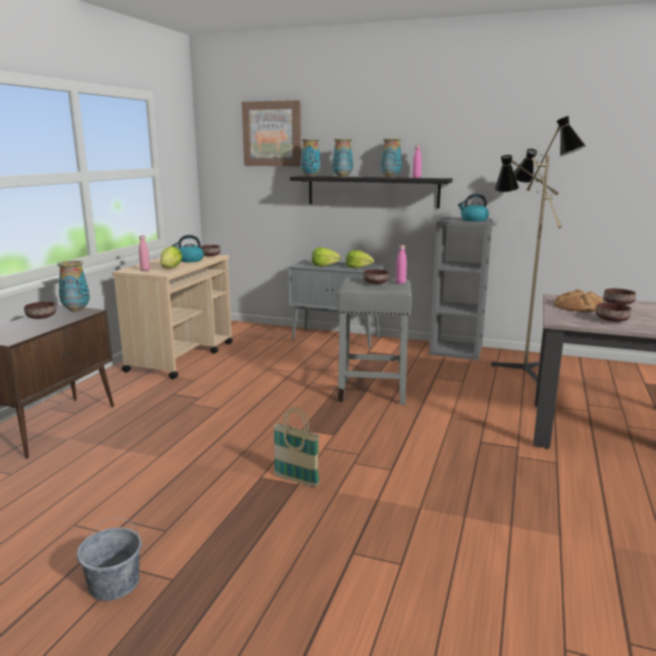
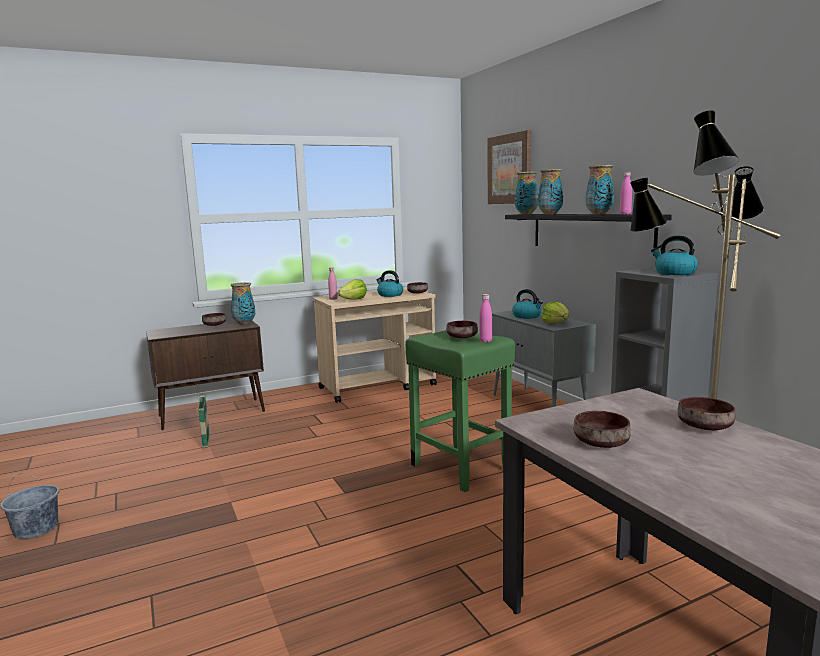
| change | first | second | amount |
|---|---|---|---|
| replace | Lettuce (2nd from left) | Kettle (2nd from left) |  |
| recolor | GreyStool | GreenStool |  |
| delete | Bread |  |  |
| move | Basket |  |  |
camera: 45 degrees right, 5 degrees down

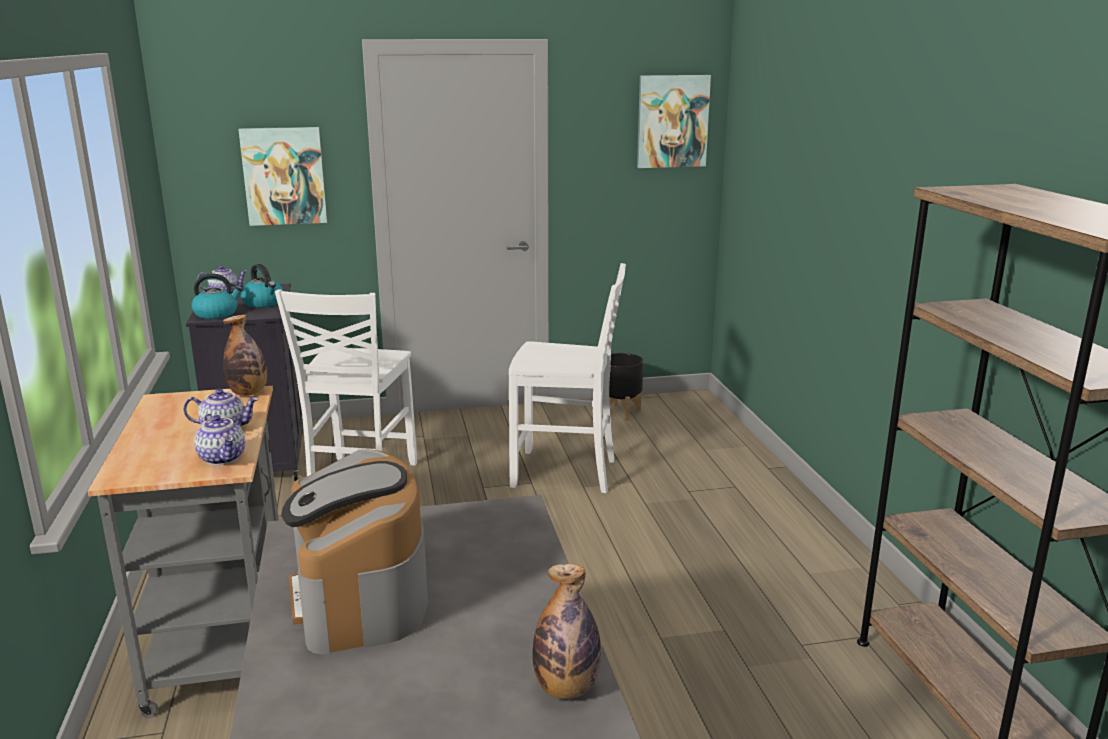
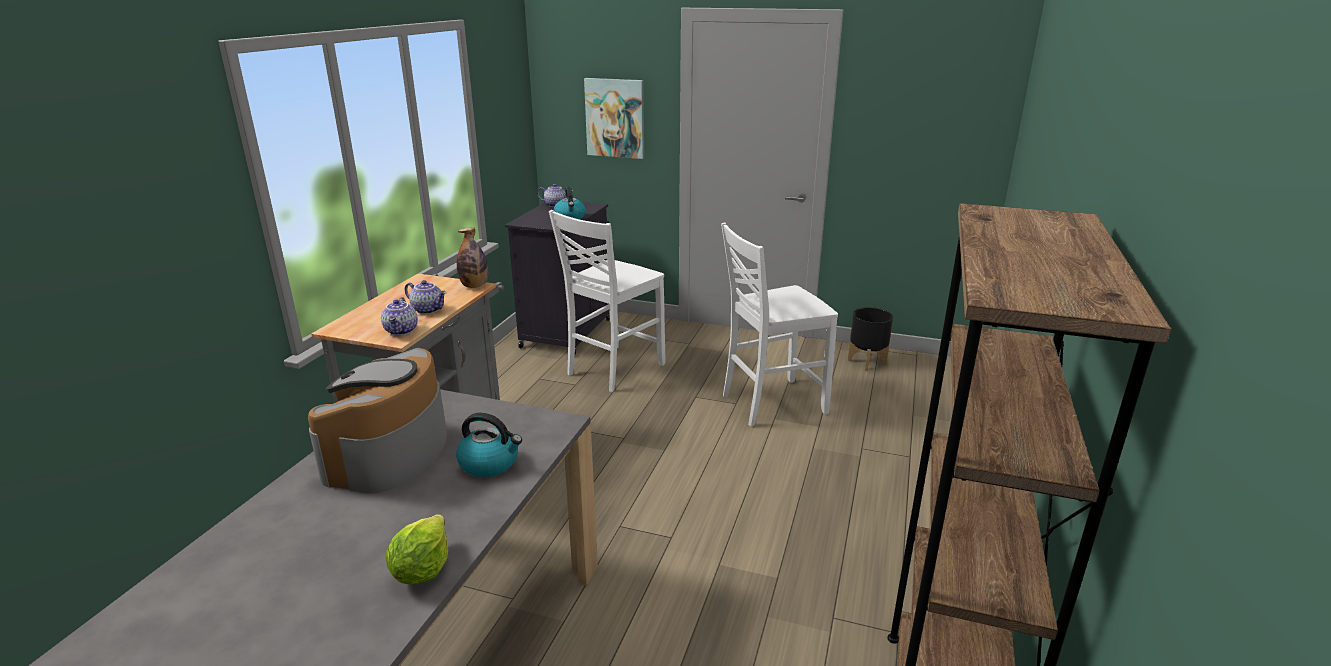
| change | first | second | amount |
|---|---|---|---|
| delete | Picture (2nd from left) |  |  |
| rotate | WhiteChair (2nd from left) |  | 120 degrees clockwise |
| move | Kettle (1st from left) |  |  |
| replace | Bottle (2nd from left) | Lettuce |  |
camera: 30 degrees right, 5 degrees up

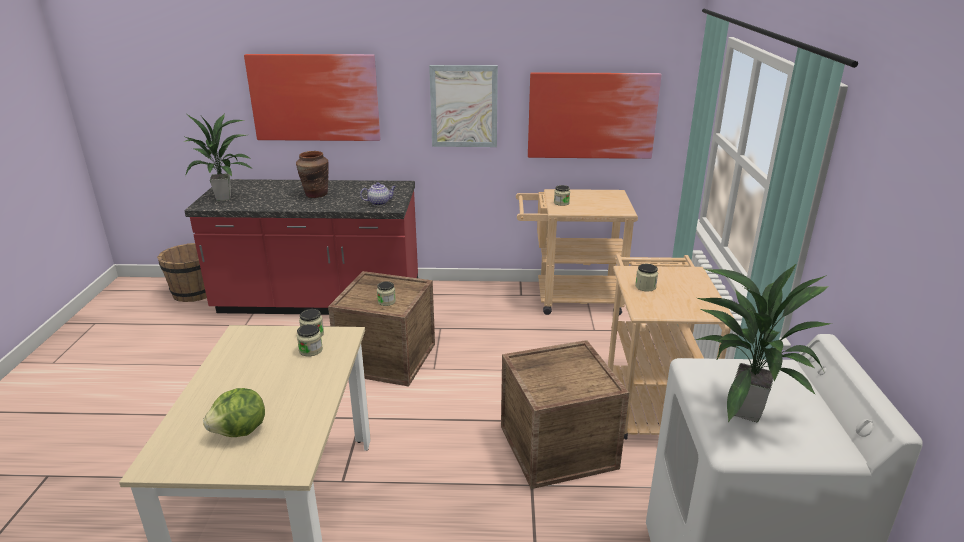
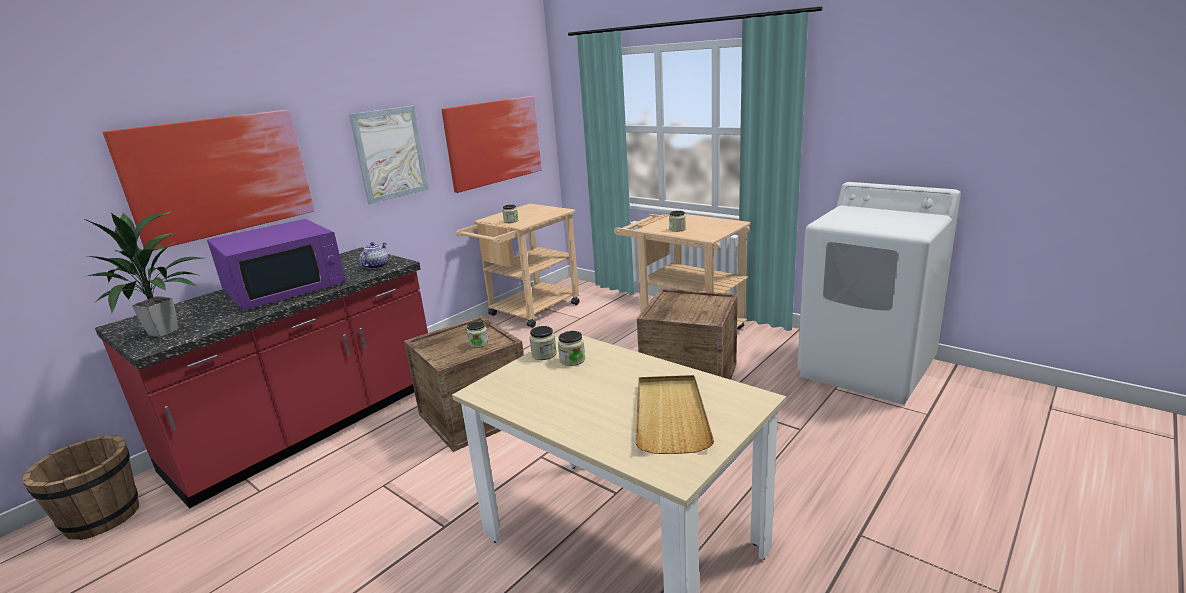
| change | first | second | amount |
|---|---|---|---|
| replace | BrownVase | PurpleMicrowave |  |
| delete | PottedPlant (2nd from left) |  |  |
| replace | Lettuce | BeigeTray |  |
camera: 50 degrees left, 5 degrees down

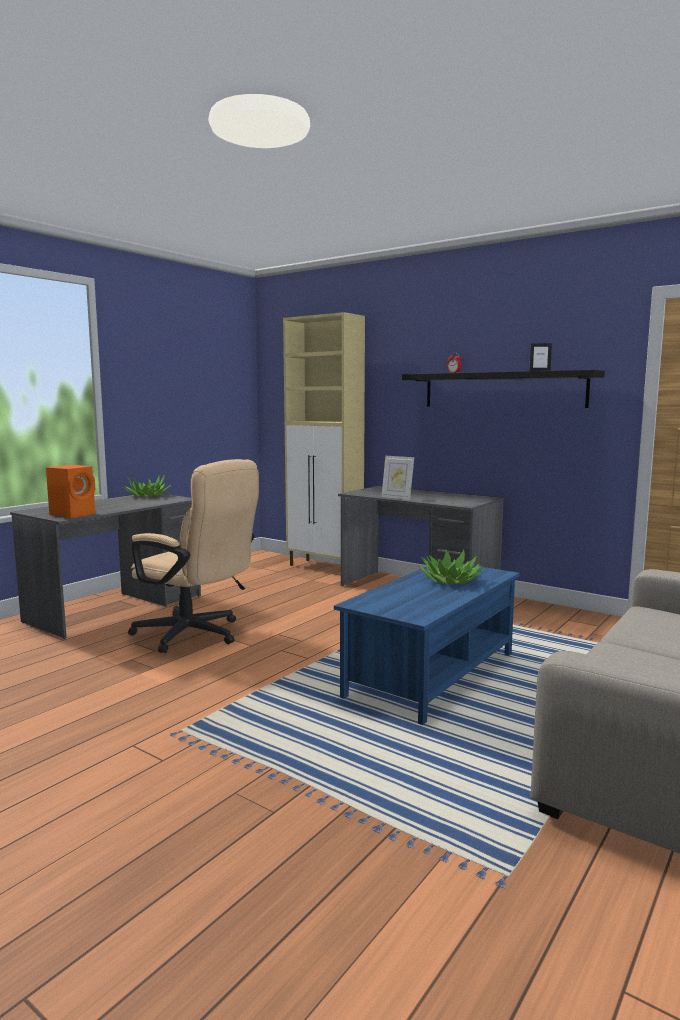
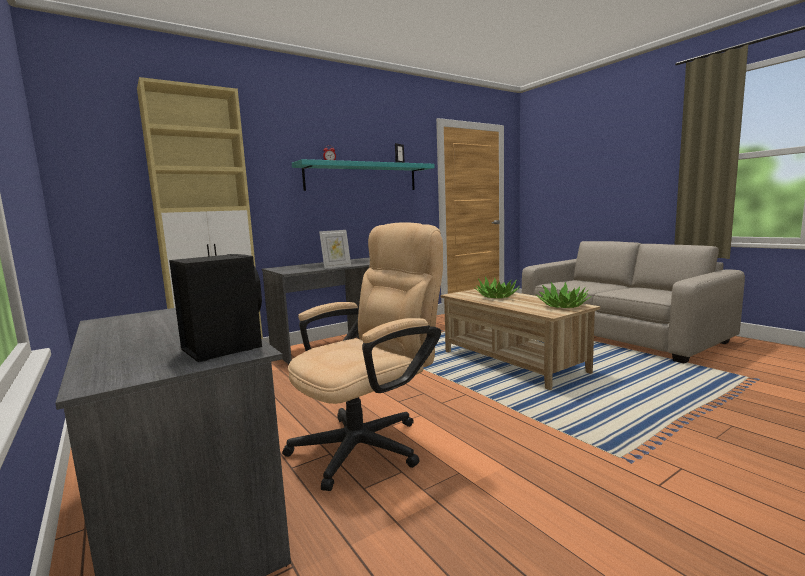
| change | first | second | amount |
|---|---|---|---|
| recolor | BlackShelf | TurquoiseShelf |  |
| recolor | OrangeSpeaker | BlackSpeaker |  |
| move | PottedPlant (1st from left in the first image) | PottedPlant (2nd from left) |  |
| recolor | BlueCoffeeTable | BeigeCoffeeTable |  |
camera: 70 degrees left, 0 degrees up

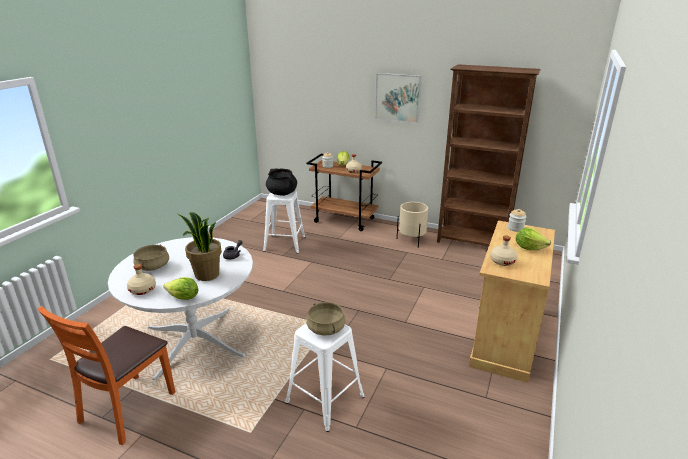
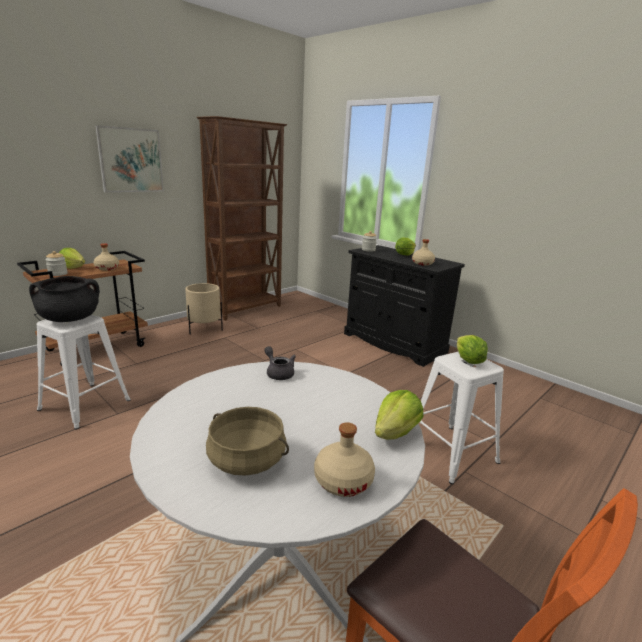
| change | first | second | amount |
|---|---|---|---|
| delete | PottedPlant |  |  |
| recolor | BeigeCabinet | BlackCabinet |  |
| replace | BeigeCookingPot (2nd from left) | Lettuce (4th from left) |  |
camera: 70 degrees left, 5 degrees down

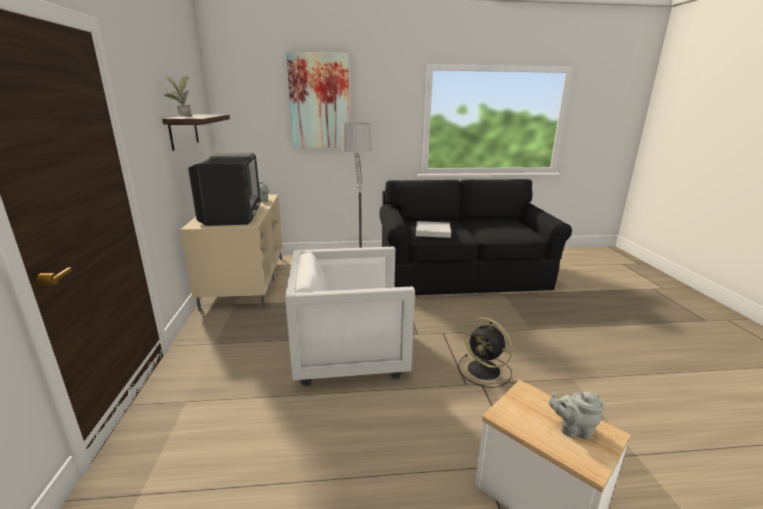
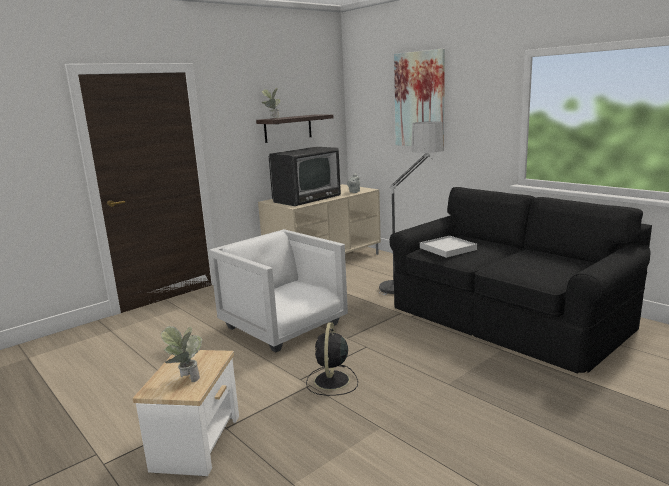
| change | first | second | amount |
|---|---|---|---|
| replace | GreyTeapot (2nd from left) | PottedPlant (1st from left) |  |
camera: 55 degrees right, 5 degrees down

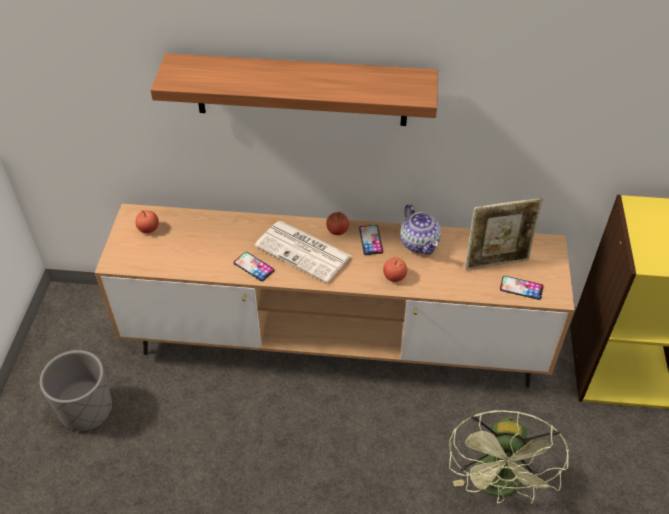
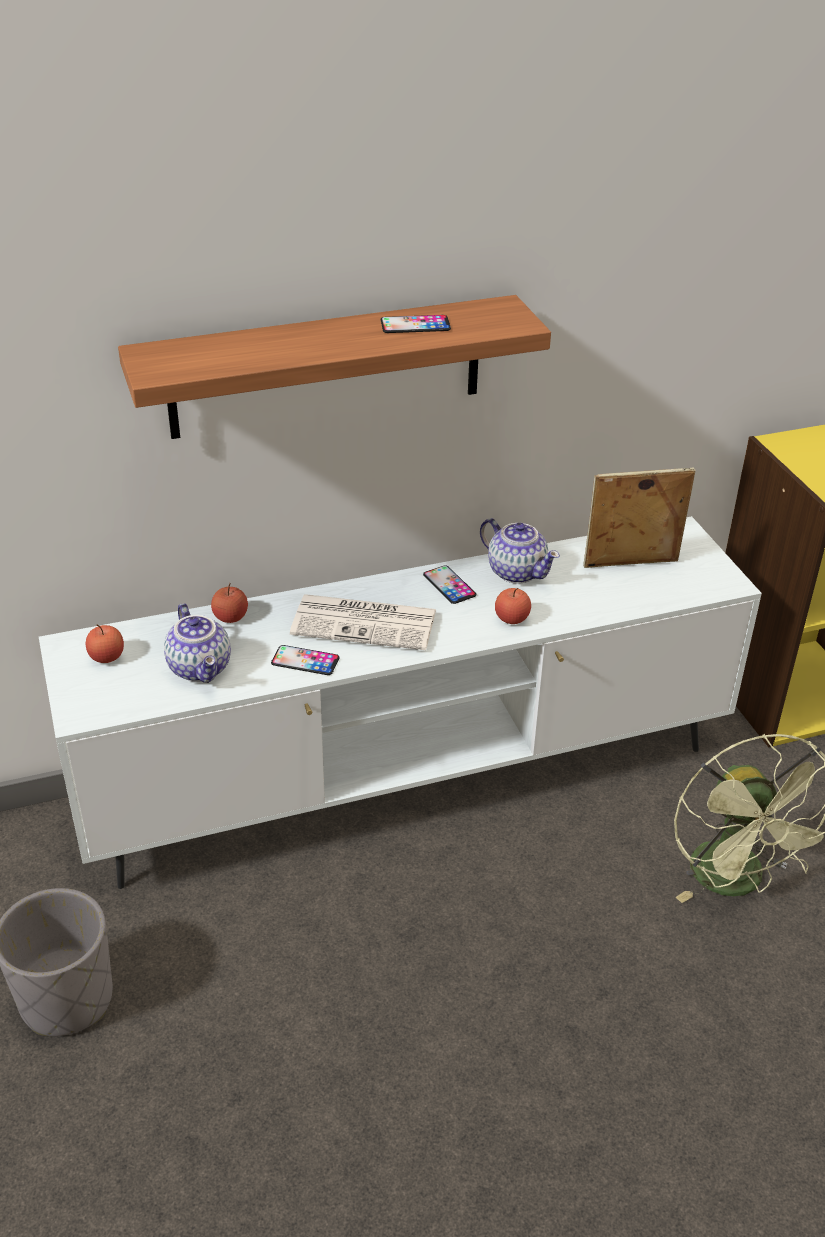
| change | first | second | amount |
|---|---|---|---|
| rotate | PictureFrame |  | 150 degrees counterclockwise |
| recolor | BrownTvStand | WhiteTvStand |  |
| move | Apple (2nd from left) |  |  |
| move | Phone (3rd from left in the first image) | Phone (2nd from left) |  |
| insert |  | Teapot (1st from left) |  |
camera: 25 degrees left, 10 degrees down

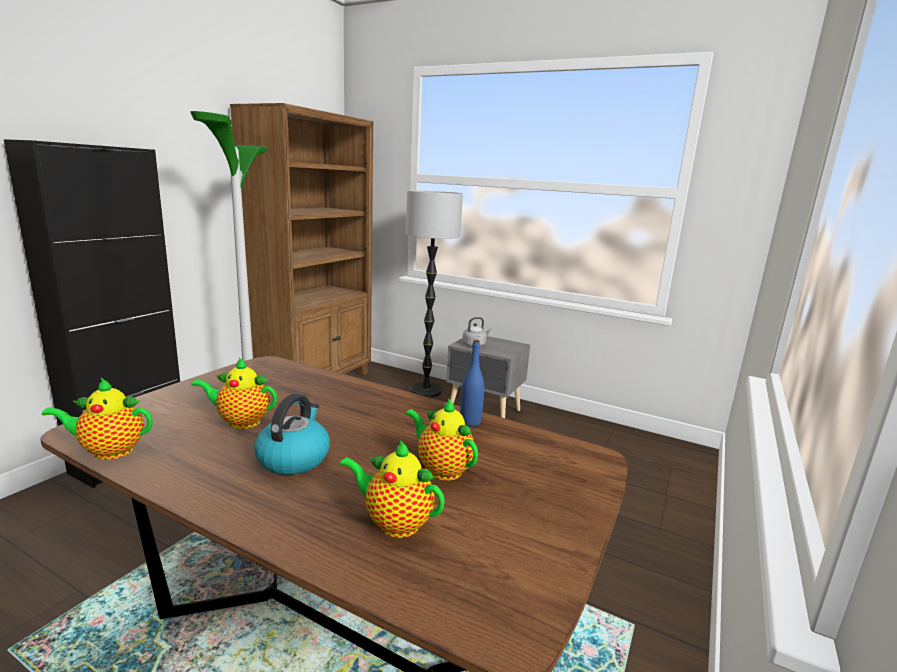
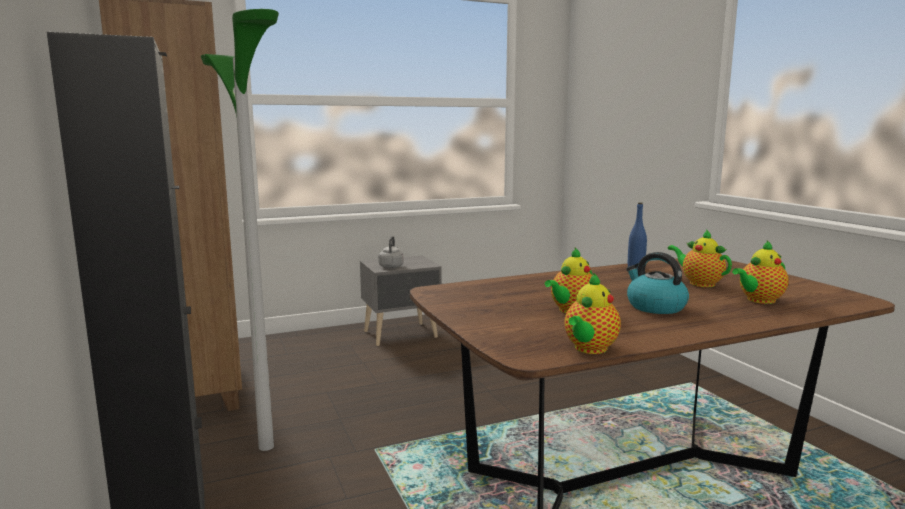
| change | first | second | amount |
|---|---|---|---|
| delete | FloorLamp (2nd from left) |  |  |
| rotate | Teapot (4th from left in the first image) | Teapot (3rd from left) | 60 degrees clockwise |
camera: 50 degrees left, 5 degrees down

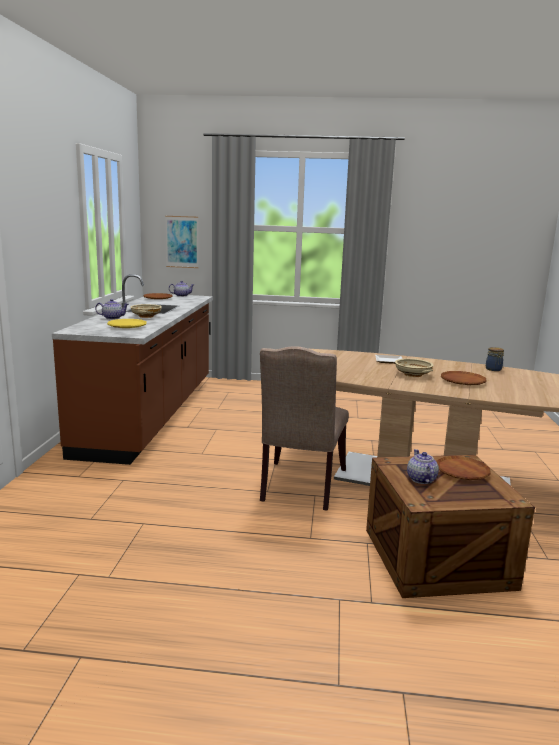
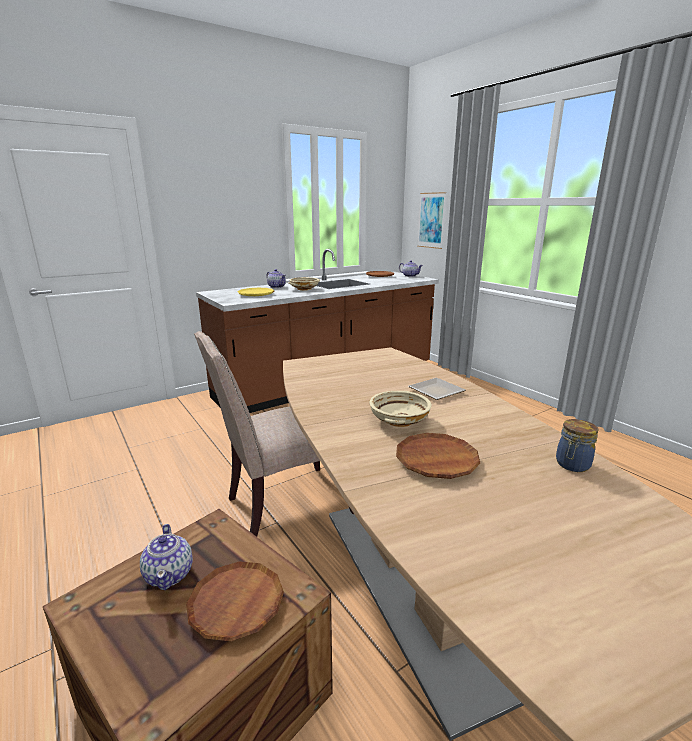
| change | first | second | amount |
|---|---|---|---|
| rotate | Teapot (3rd from left in the first image) | Teapot (1st from left) | 120 degrees clockwise |
camera: 50 degrees right, 5 degrees up

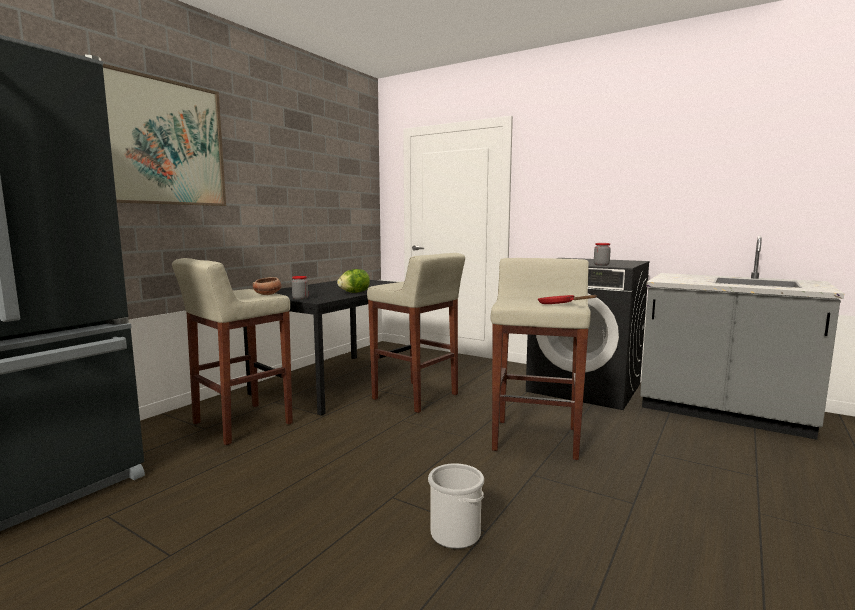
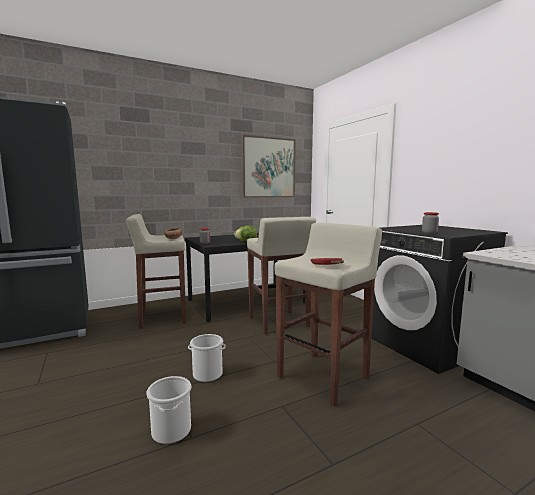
| change | first | second | amount |
|---|---|---|---|
| move | Picture |  |  |
| insert |  | Bucket (2nd from left) |  |
camera: 30 degrees right, 0 degrees up

